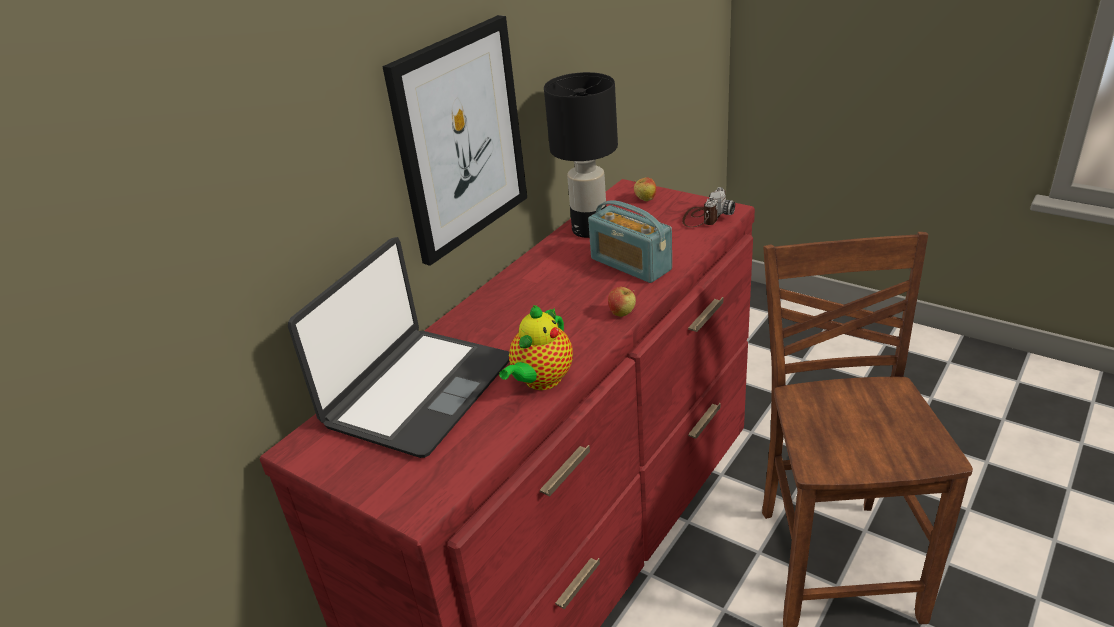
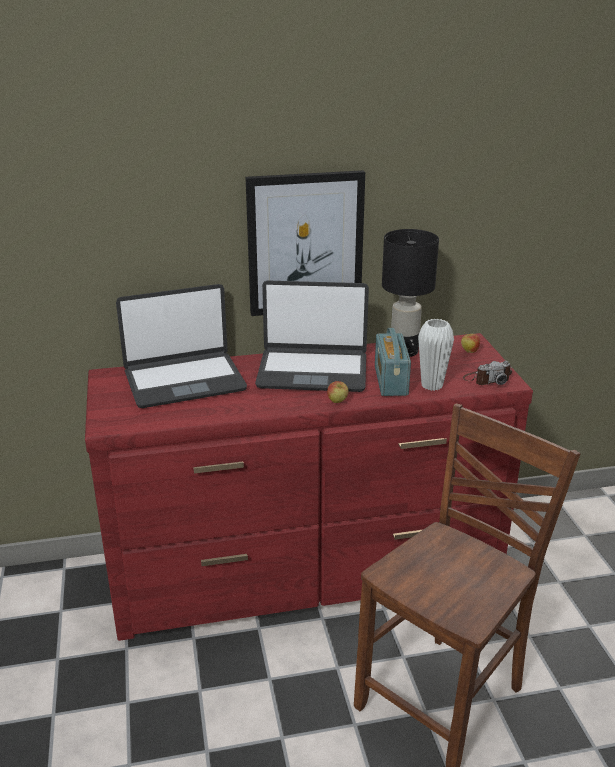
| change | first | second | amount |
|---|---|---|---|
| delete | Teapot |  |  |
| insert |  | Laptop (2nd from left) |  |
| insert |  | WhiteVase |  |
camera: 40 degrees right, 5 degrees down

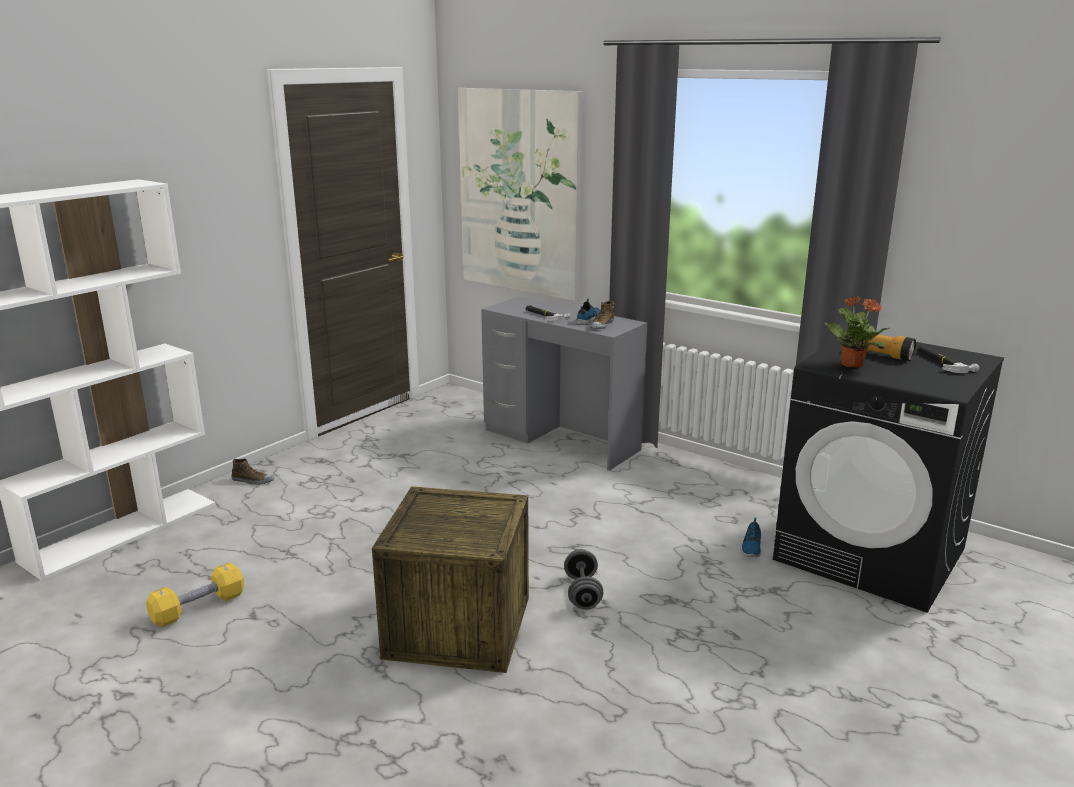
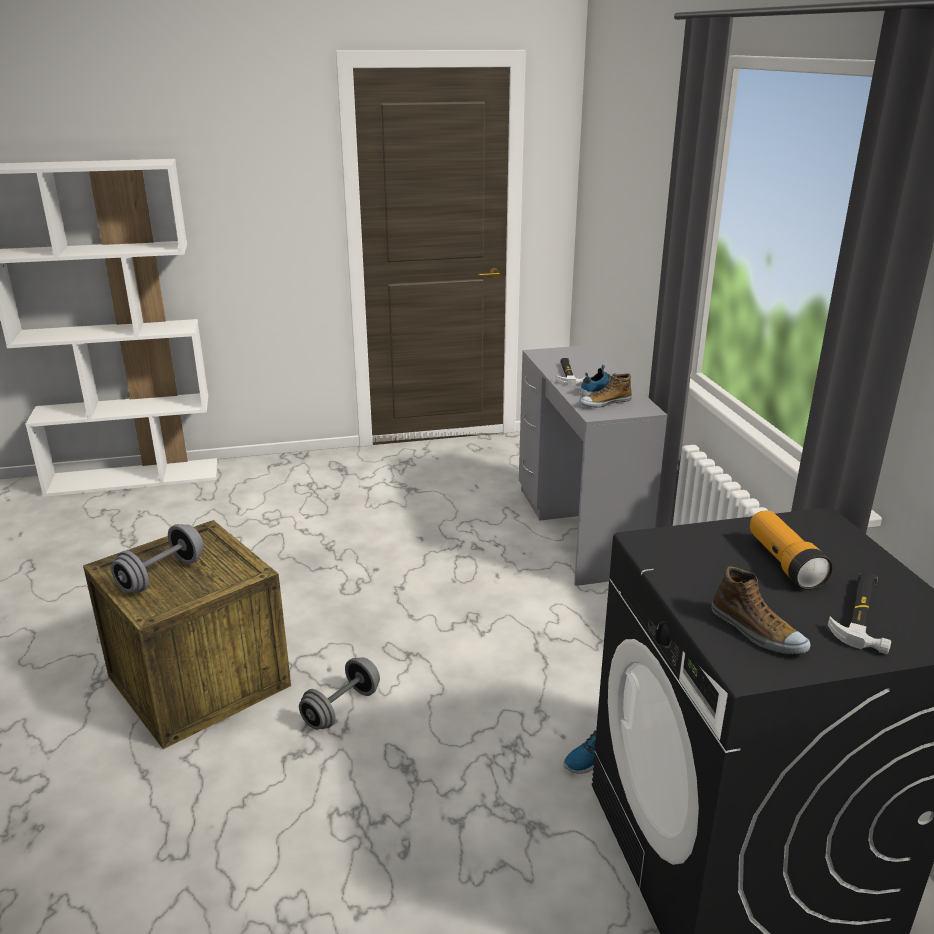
| change | first | second | amount |
|---|---|---|---|
| delete | Picture |  |  |
| delete | PottedPlant |  |  |
| move | Shoe (1st from left in the first image) | Shoe (4th from left) |  |
| delete | YellowDumbbell |  |  |
| insert |  | GreyDumbbell (1st from left) |  |
camera: 40 degrees right, 5 degrees up

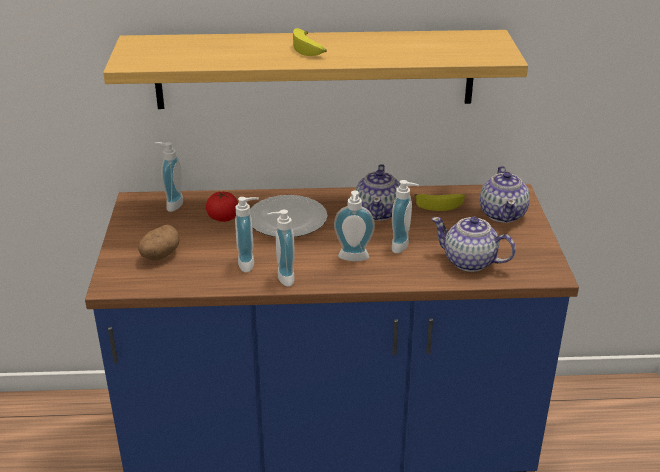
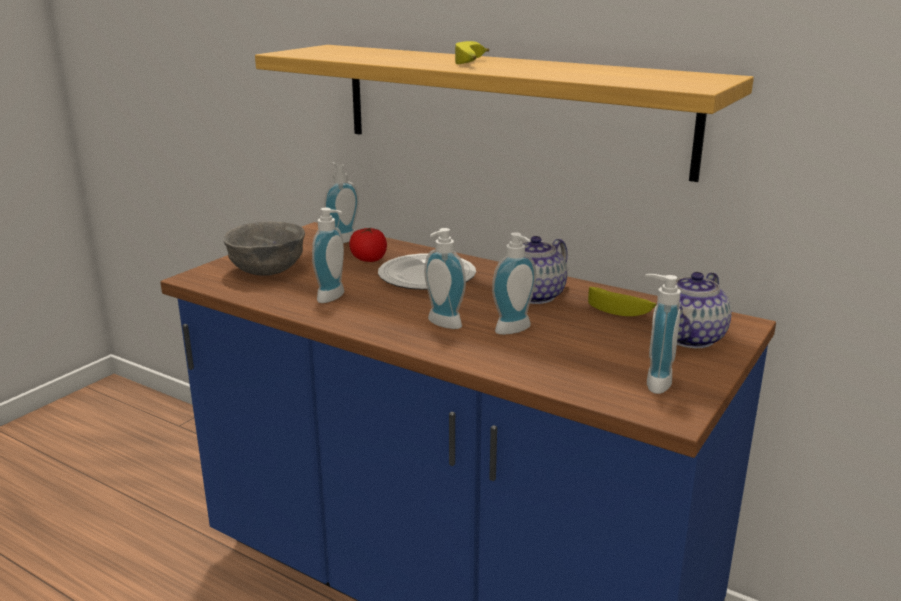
| change | first | second | amount |
|---|---|---|---|
| move | SoapDispenser (3rd from left in the first image) | SoapDispenser (5th from left) |  |
| delete | Teapot (2nd from left) |  |  |
| replace | Potato | GreyBowl |  |
camera: 35 degrees right, 10 degrees down

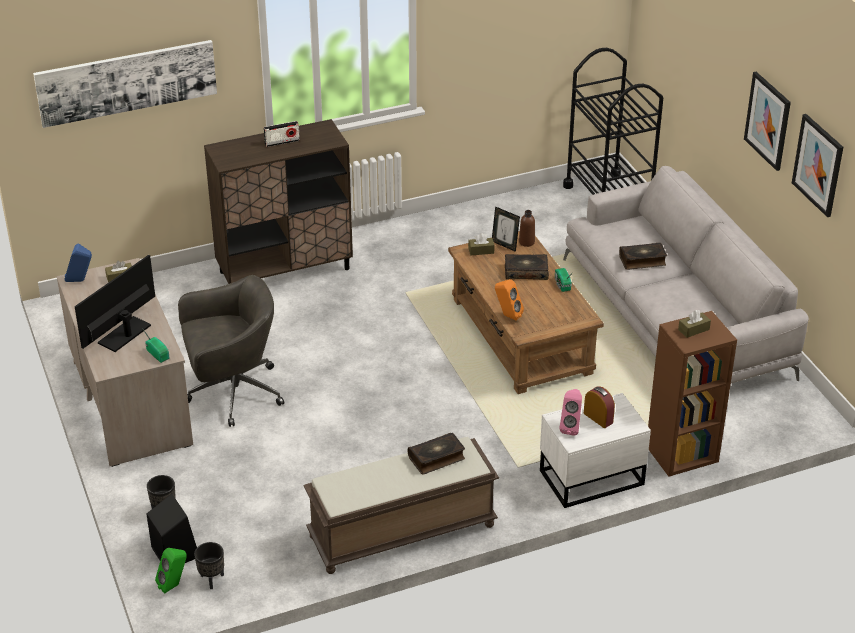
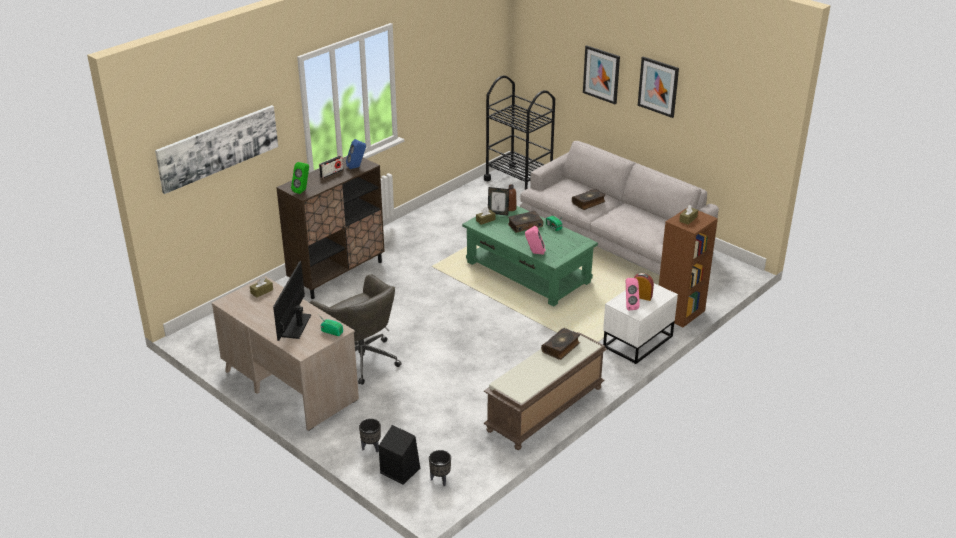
| change | first | second | amount |
|---|---|---|---|
| move | Picture (3rd from left in the first image) | Picture (2nd from left) |  |
| recolor | BrownCoffeeTable | GreenCoffeeTable |  |
| move | BlueSpeaker |  |  |
| rotate | GreyOfficeChair |  | 90 degrees clockwise |
| recolor | OrangeSpeaker | PinkSpeaker (1st from left) |  |
| move | GreenSpeaker |  |  |
camera: 25 degrees left, 5 degrees down

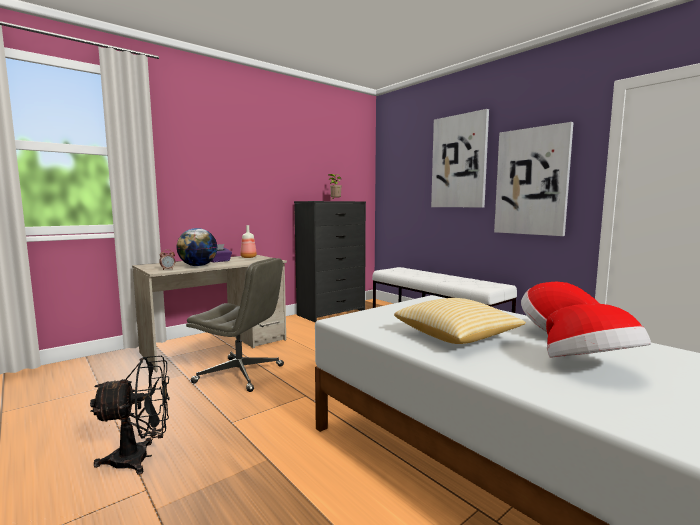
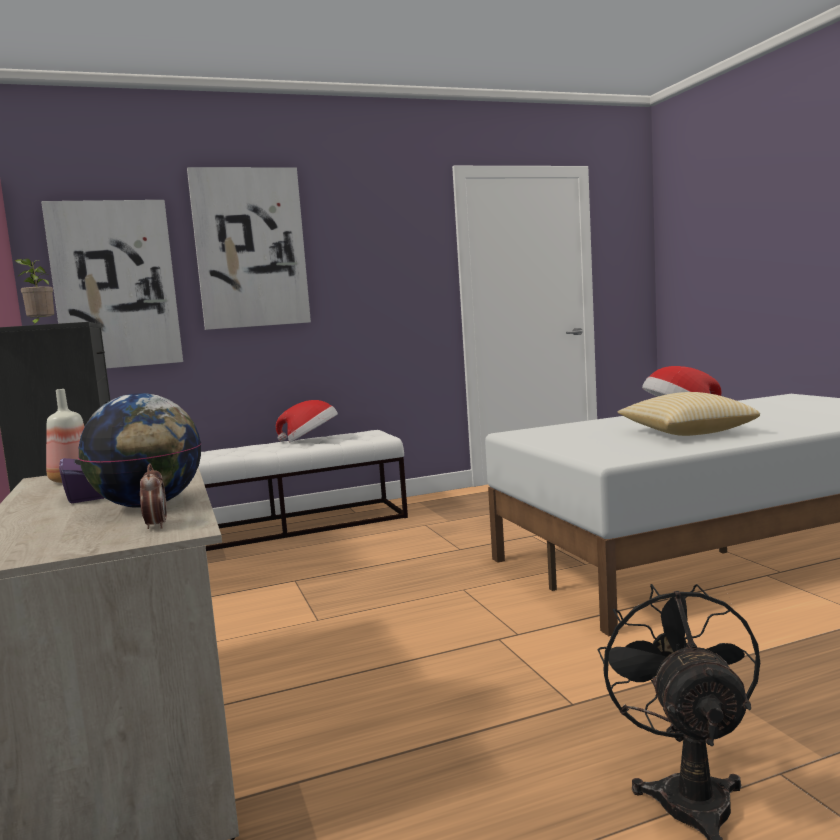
| change | first | second | amount |
|---|---|---|---|
| move | Picture (2nd from left in the first image) | Picture (1st from left) |  |
| delete | GreyOfficeChair |  |  |
| move | Hat (2nd from left in the first image) | Hat (1st from left) |  |
camera: 70 degrees left, 0 degrees up

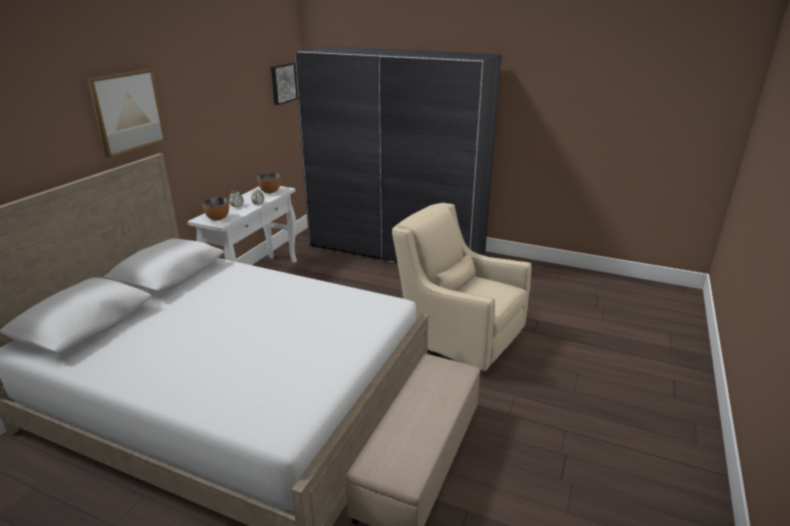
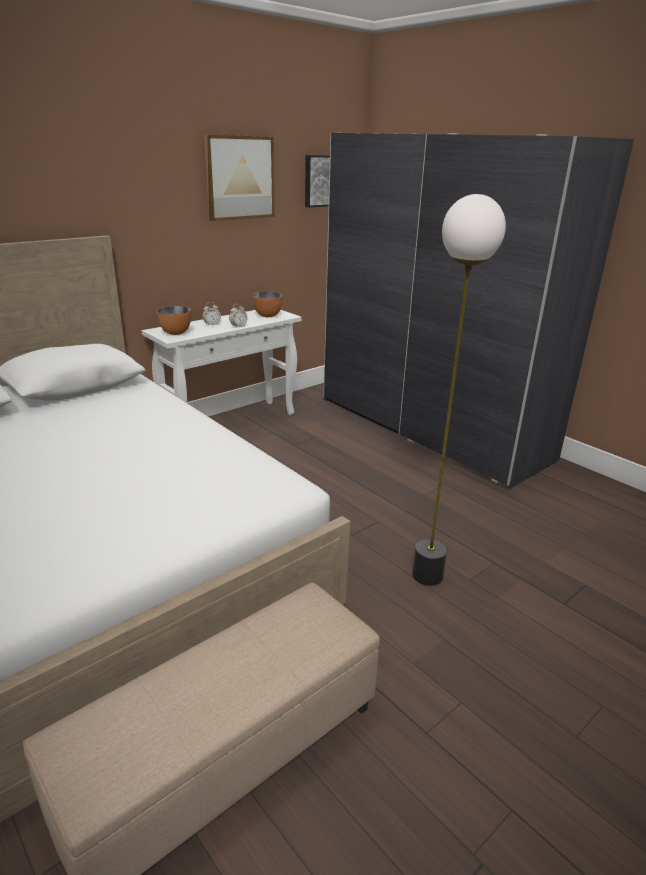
| change | first | second | amount |
|---|---|---|---|
| move | Picture (1st from left) |  |  |
| replace | BeigeArmchair | FloorLamp |  |
camera: 25 degrees right, 0 degrees up

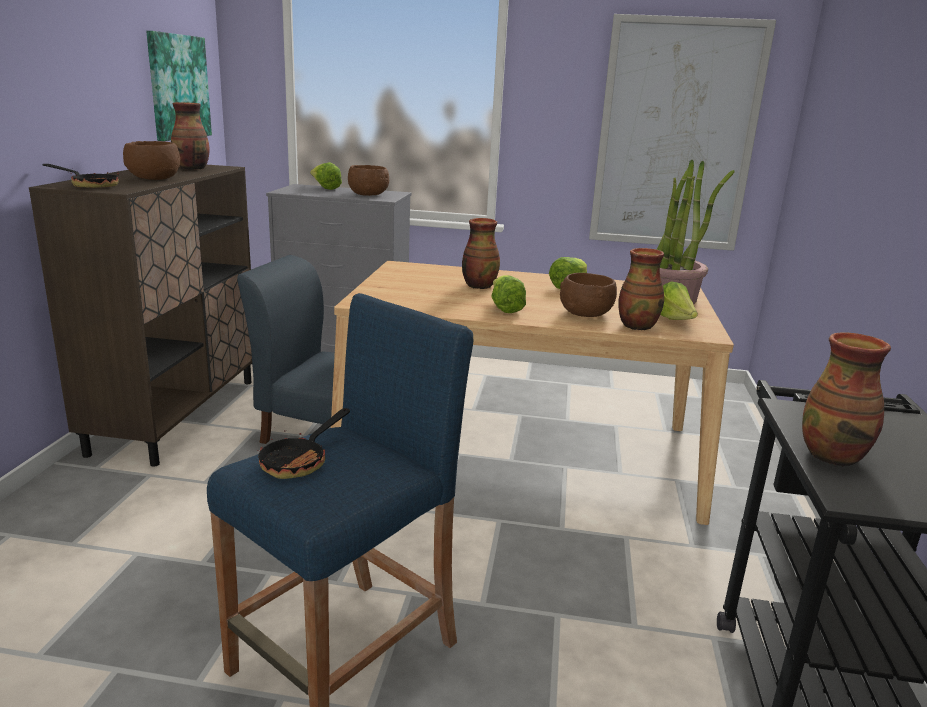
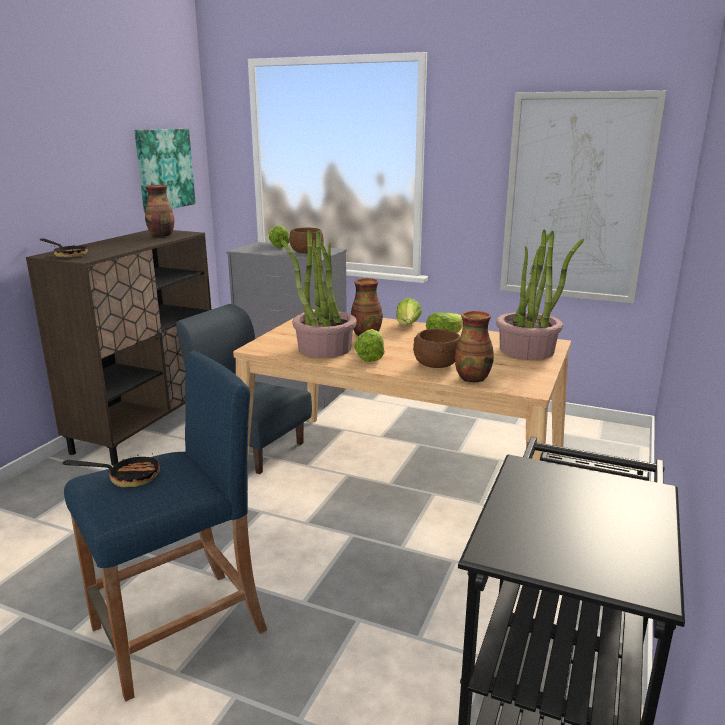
| change | first | second | amount |
|---|---|---|---|
| delete | BrownBowl (1st from left) |  |  |
| move | Lettuce (4th from left in the first image) | Lettuce (3rd from left) |  |
| delete | Vase (4th from left) |  |  |
| rotate | FryingPan (2nd from left) |  | 135 degrees counterclockwise |
| insert |  | PottedPlant (1st from left) |  |
camera: 15 degrees right, 0 degrees up

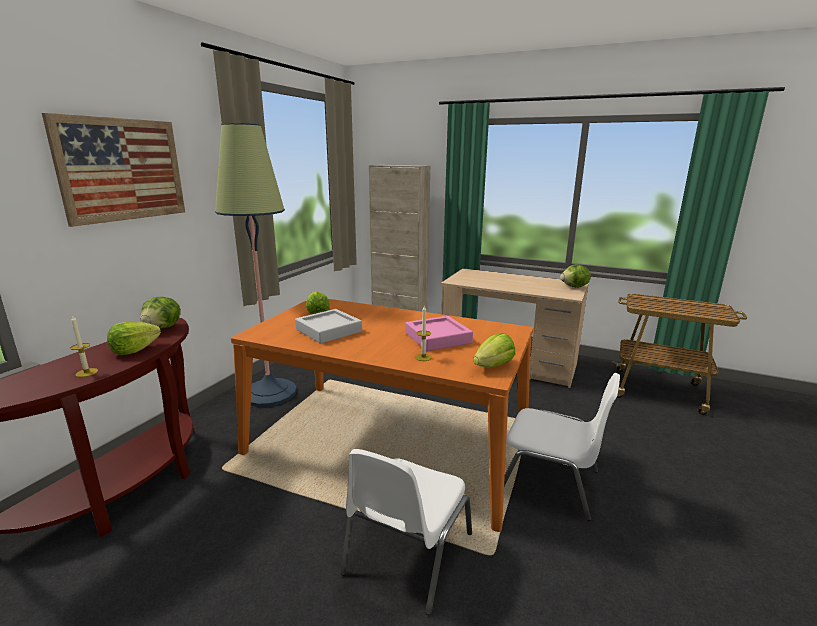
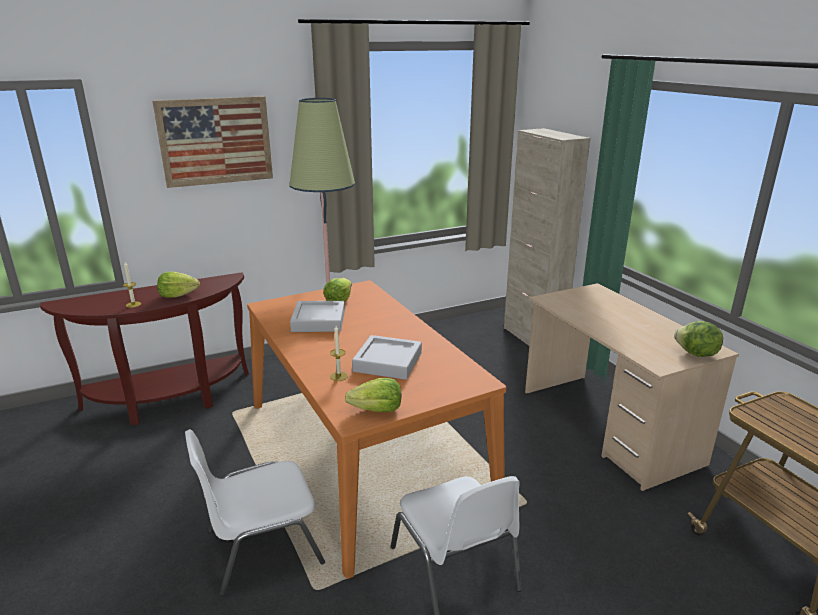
| change | first | second | amount |
|---|---|---|---|
| delete | Lettuce (2nd from left) |  |  |
| recolor | PinkTray | GreyTray (2nd from left) |  |
camera: 40 degrees right, 5 degrees up

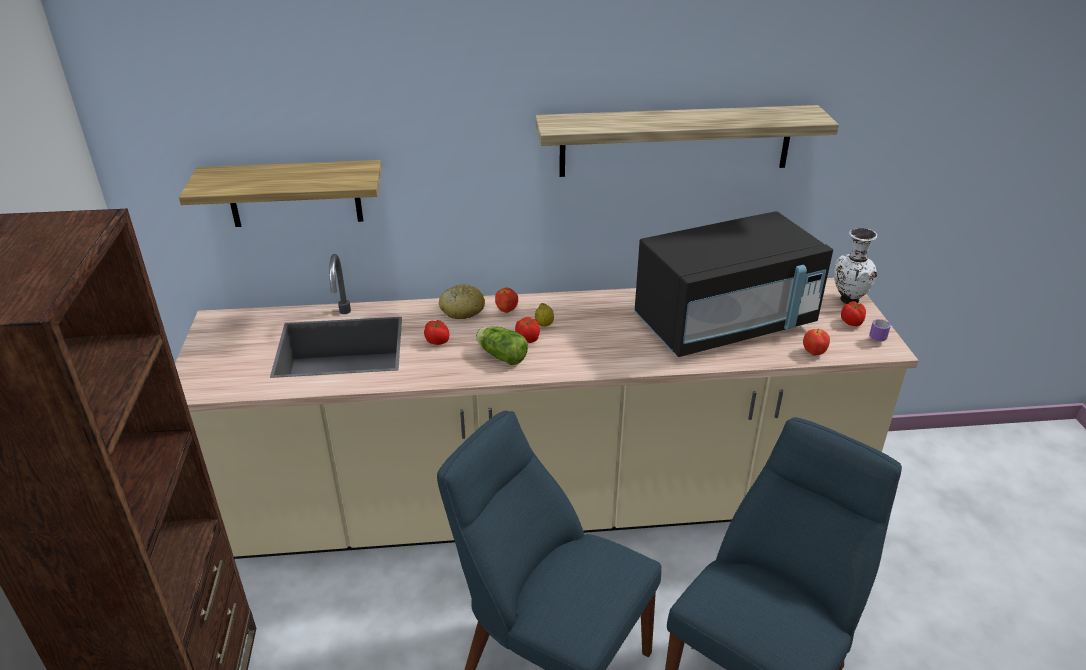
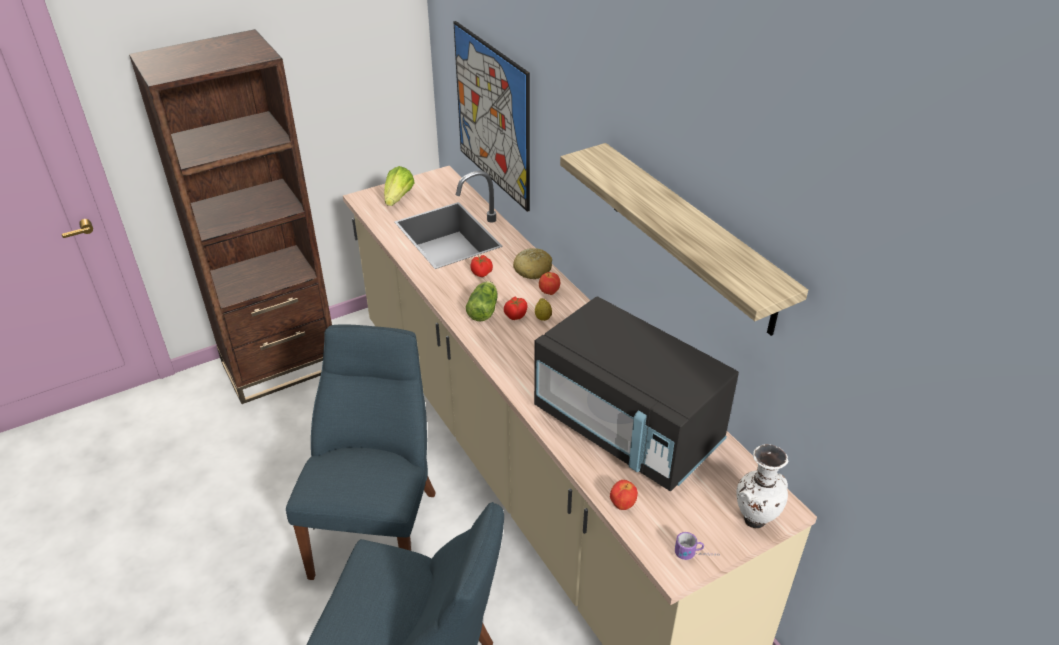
| change | first | second | amount |
|---|---|---|---|
| replace | Shelf (1st from left) | Picture |  |
| delete | Tomato (3rd from left) |  |  |
| insert |  | Lettuce (1st from left) |  |
camera: 65 degrees right, 5 degrees up

